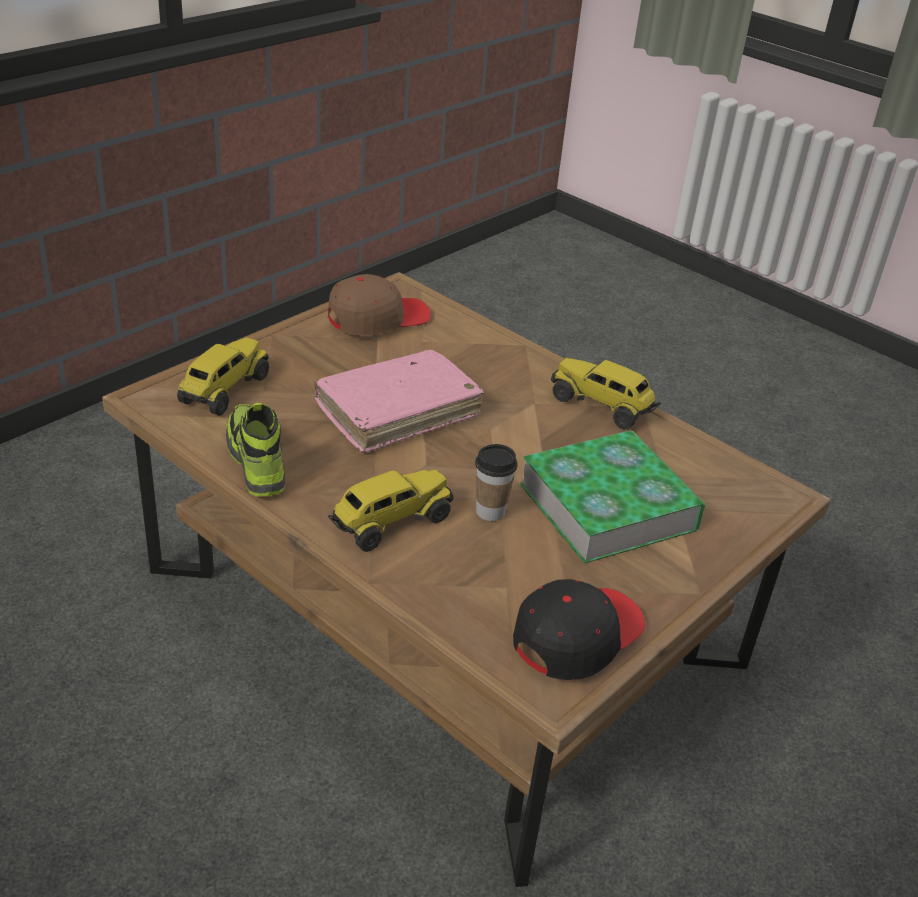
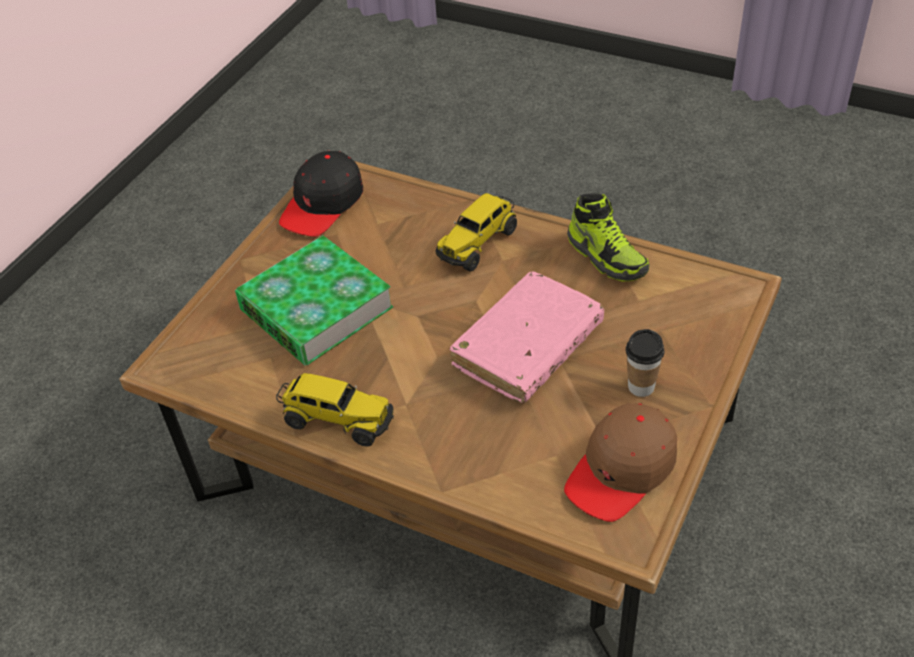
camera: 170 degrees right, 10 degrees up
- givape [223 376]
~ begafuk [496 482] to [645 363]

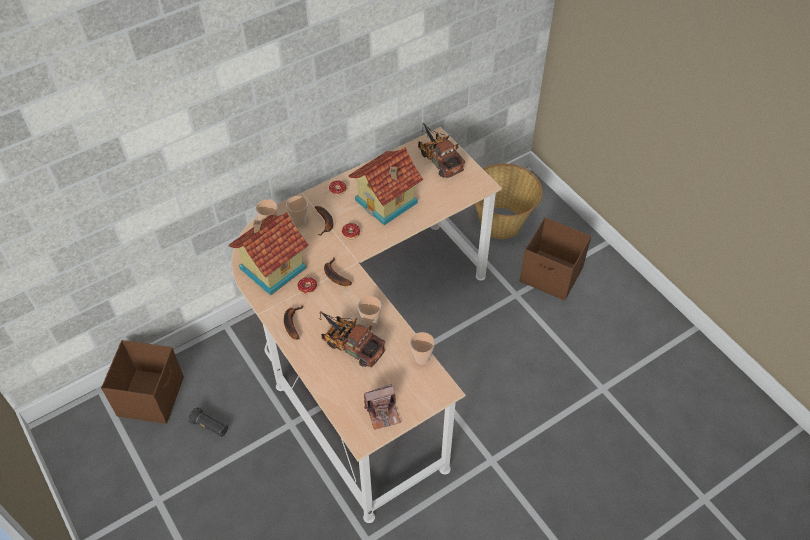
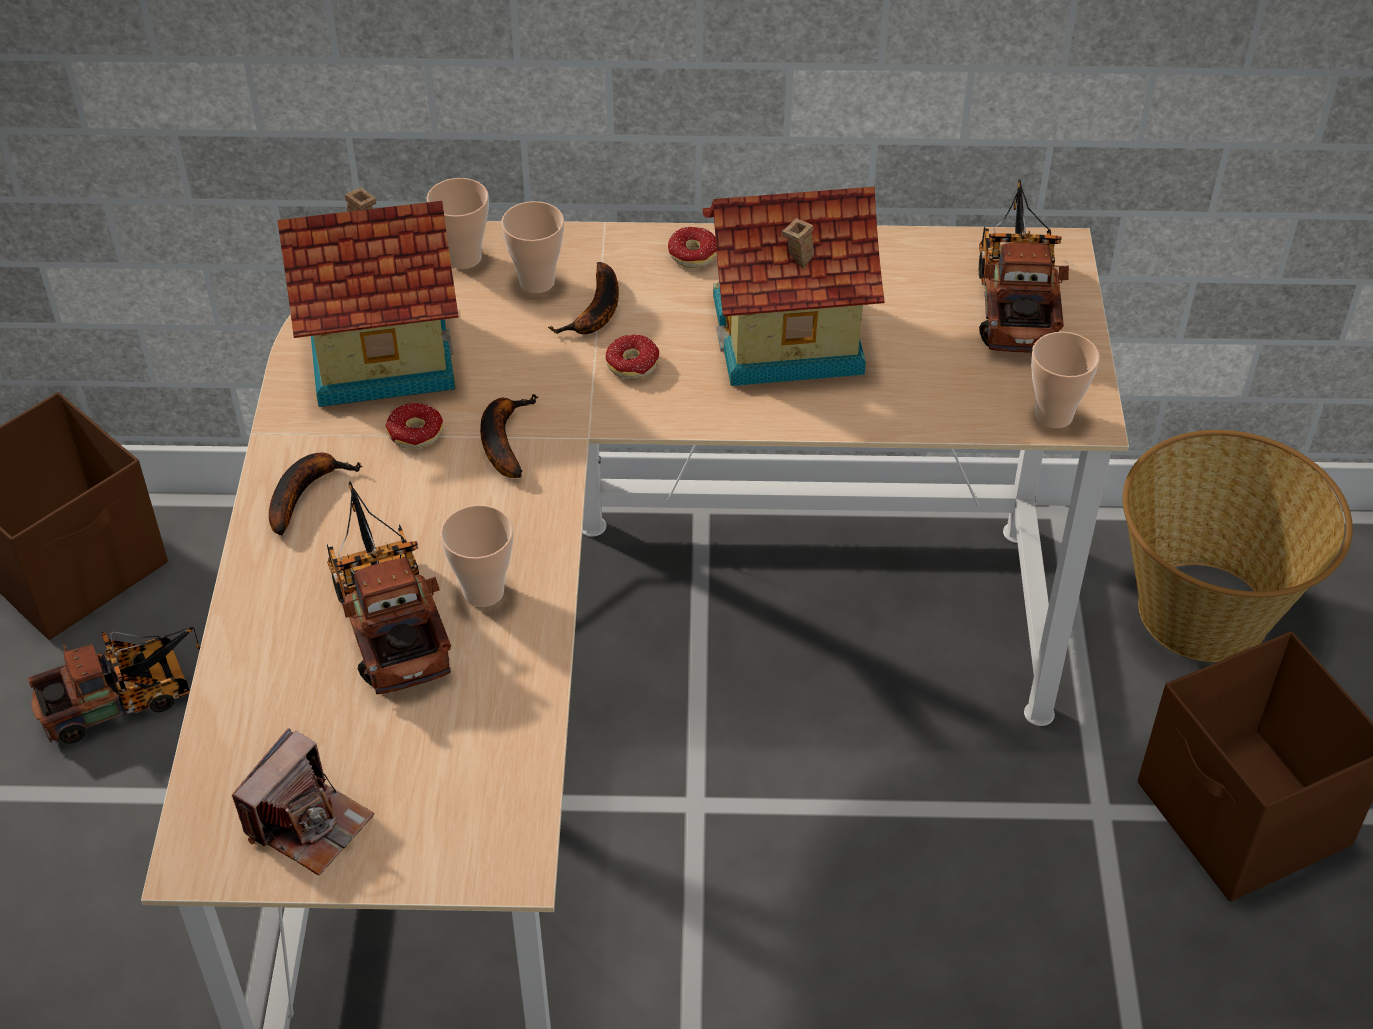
camera: 35 degrees right, 5 degrees down
~ begafuk [422 348] to [1065 380]
~ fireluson [382 407] = [303 801] 75 degrees counterclockwise
~ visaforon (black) [208 422] to givape [114 685]

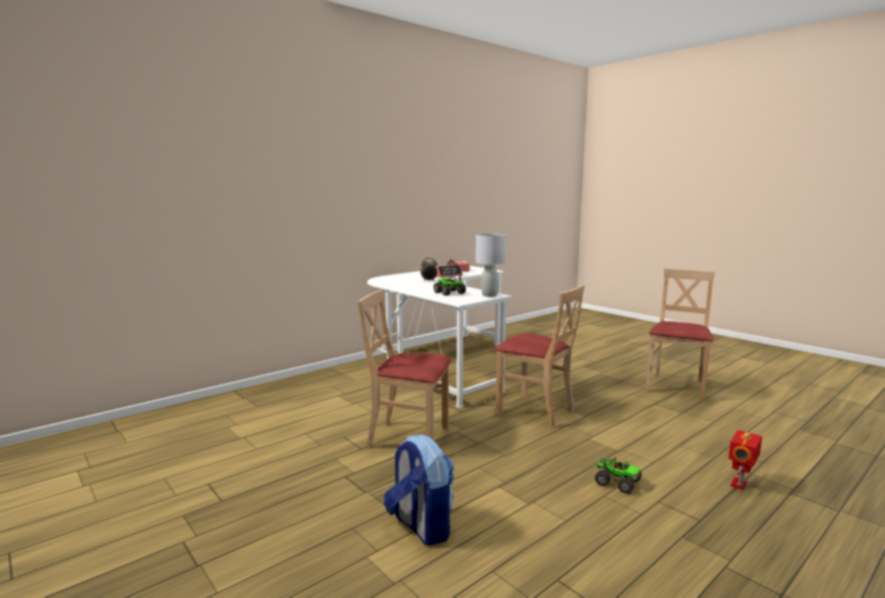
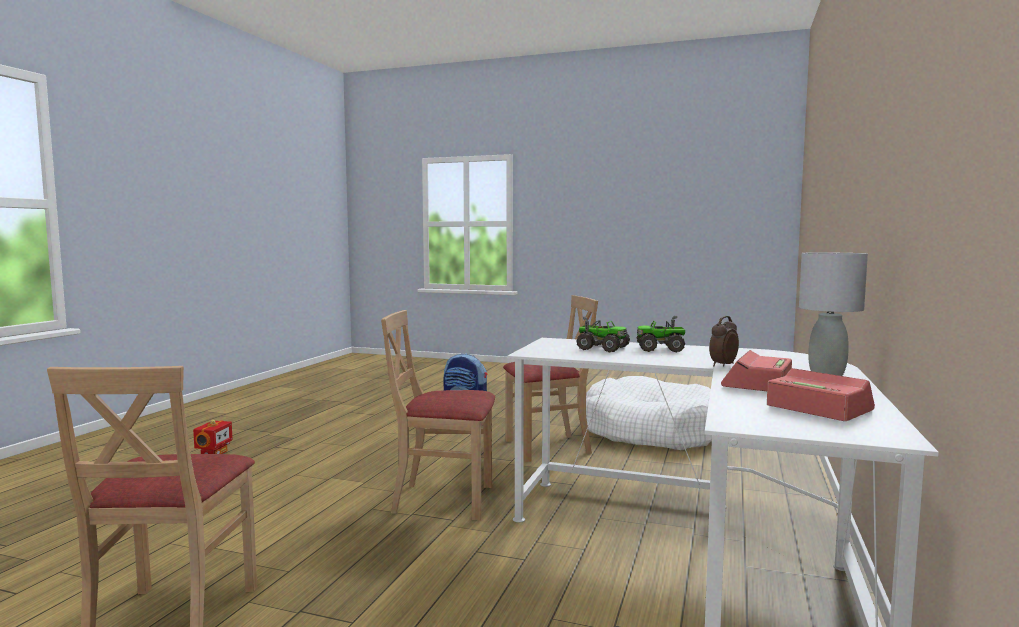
camera: 150 degrees right, 5 degrees down
~ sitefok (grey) [491 265] to [833 314]
~ givape [618 475] to [660 334]
+ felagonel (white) [649 413]

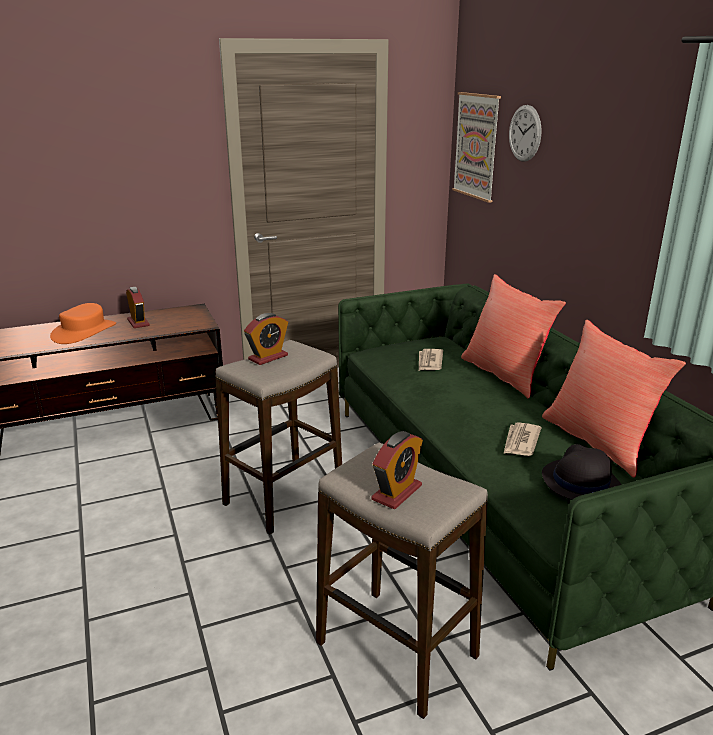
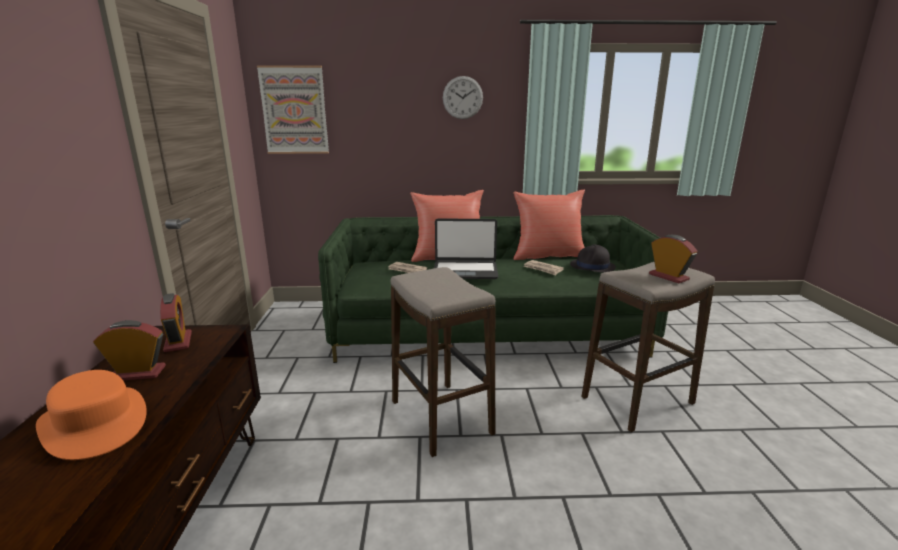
camera: 70 degrees left, 5 degrees down
~ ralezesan [525 133] to [463 97]
~ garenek [266 339] to [176 322]
+ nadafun [466 248]

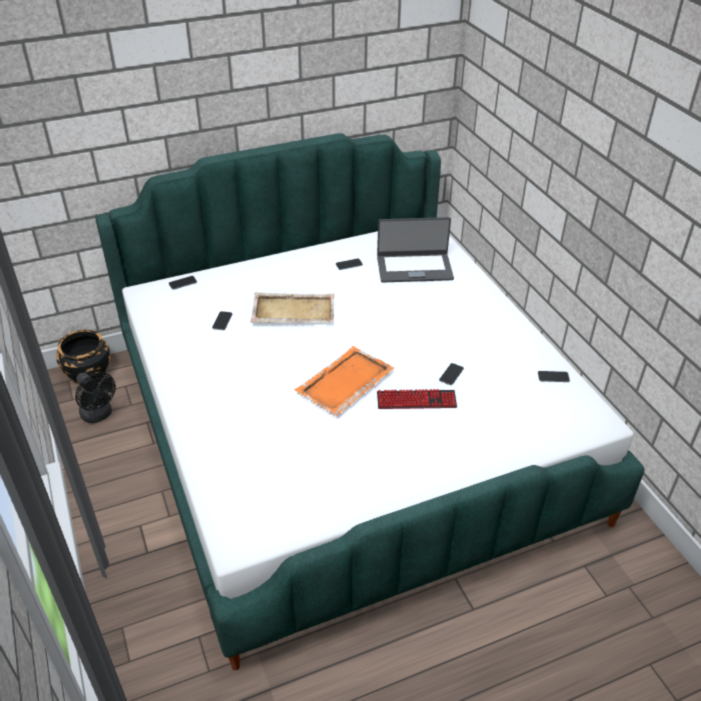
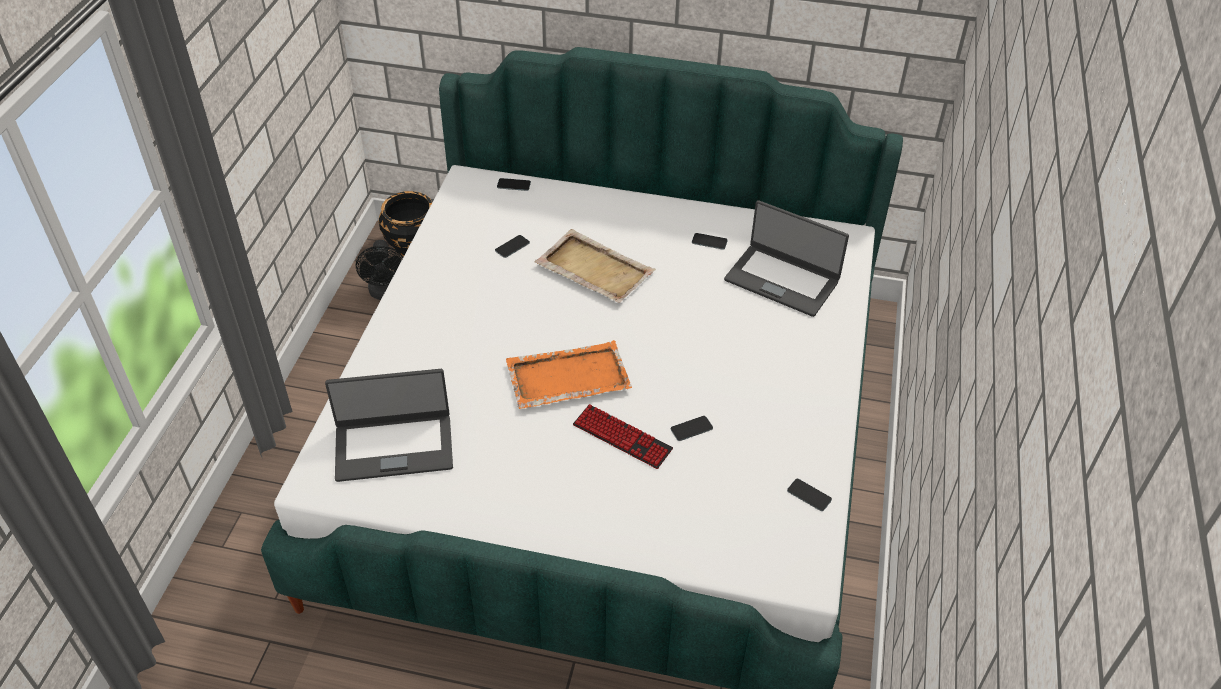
camera: 35 degrees right, 5 degrees up
+ nadafun [389 425]

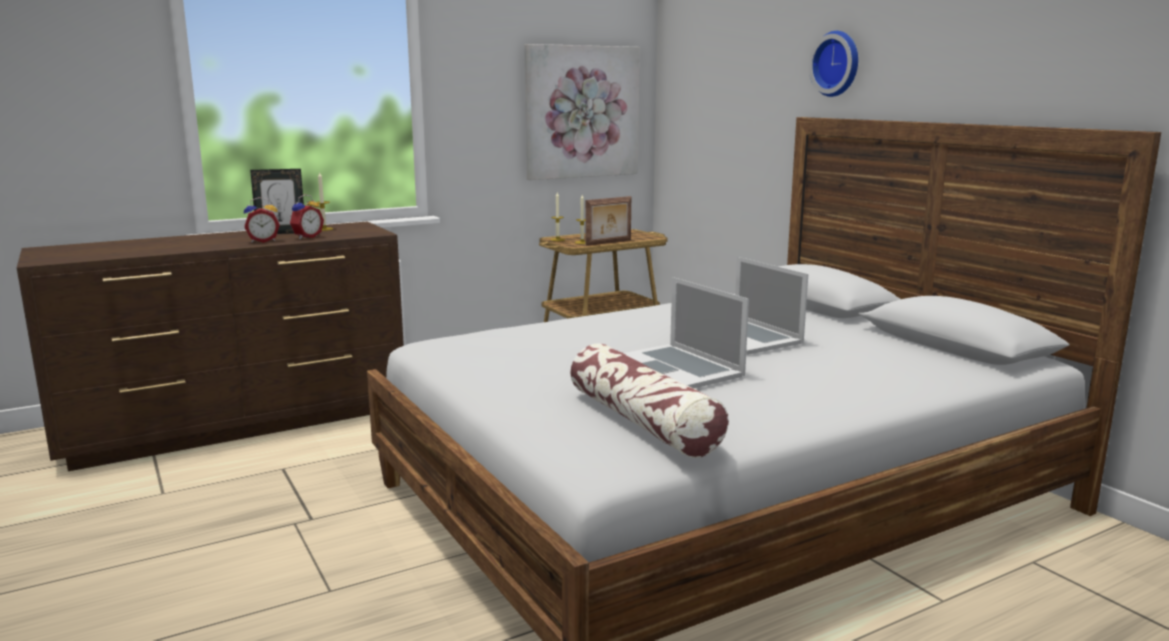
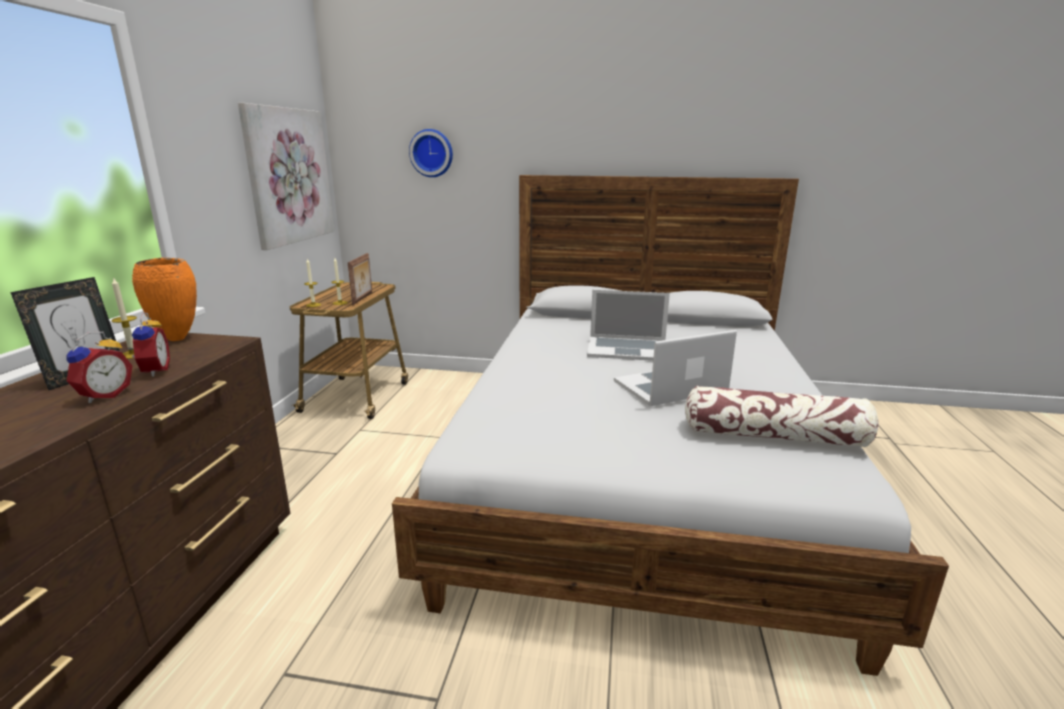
camera: 50 degrees left, 5 degrees up
~ ralezesan [833 64] to [431 153]
~ nadafun [686 332] = [675 368] 150 degrees clockwise
+ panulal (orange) [164 299]

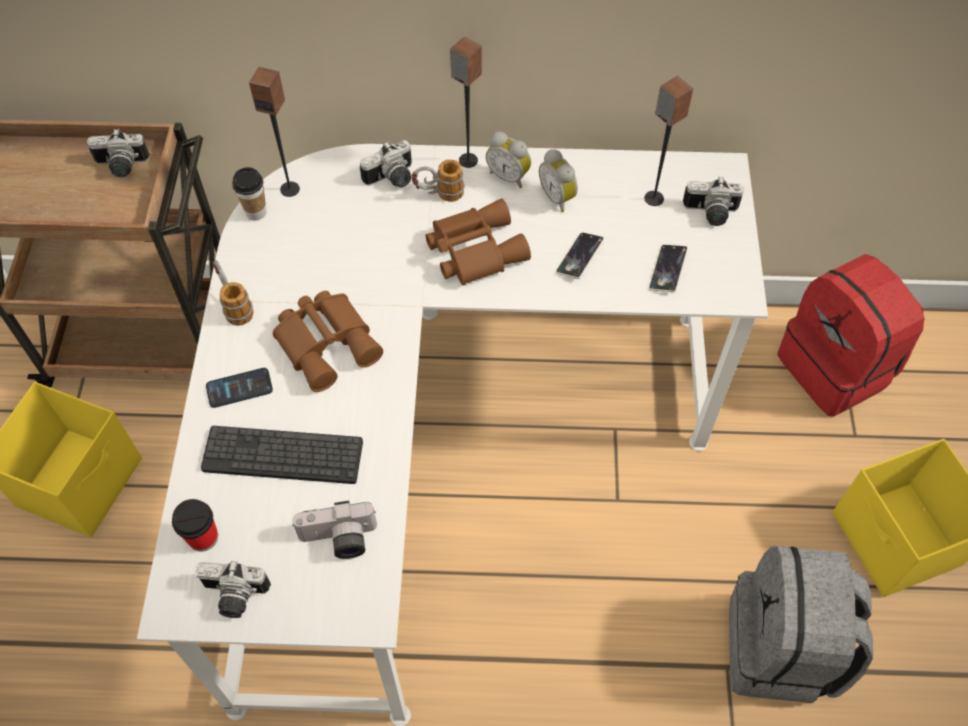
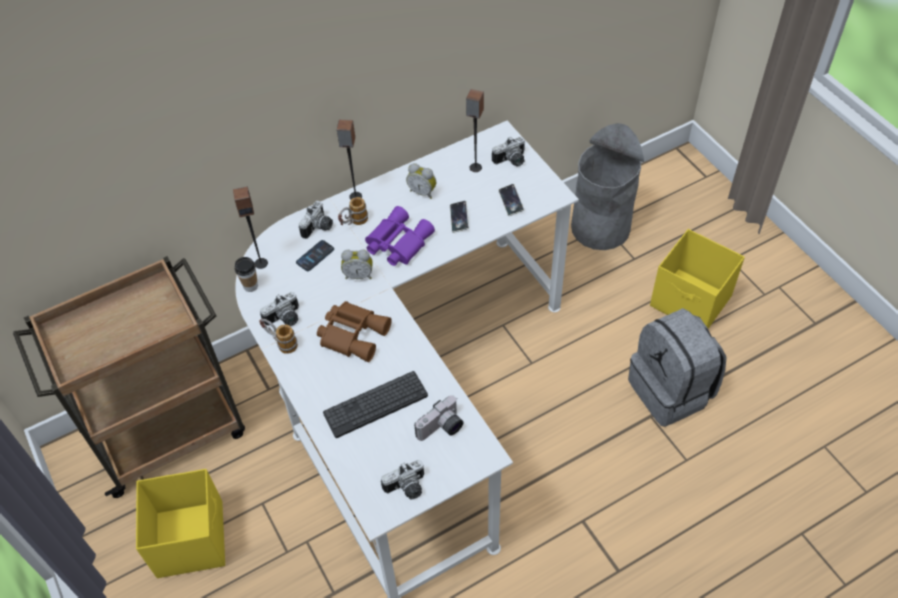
camera: 30 degrees left, 5 degrees down
~ fireluson [118 153] to [279 309]
~ garenek [508 160] to [357 264]
~ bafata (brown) [478 242] to bafata (purple) [400 236]
~ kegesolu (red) [850 335] to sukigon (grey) [607 186]
~ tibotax [239 388] to [315 255]
- begafuk [195 525]

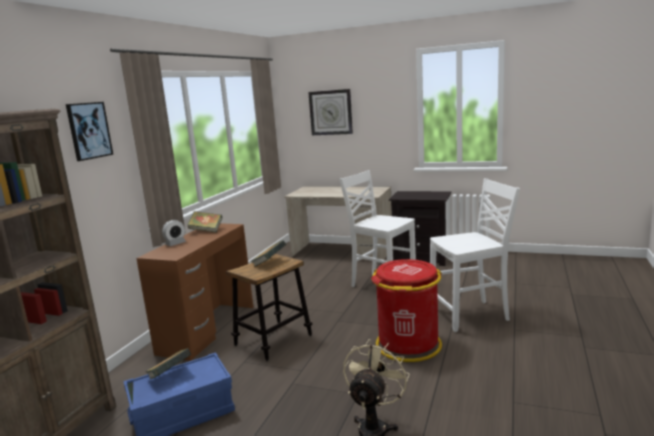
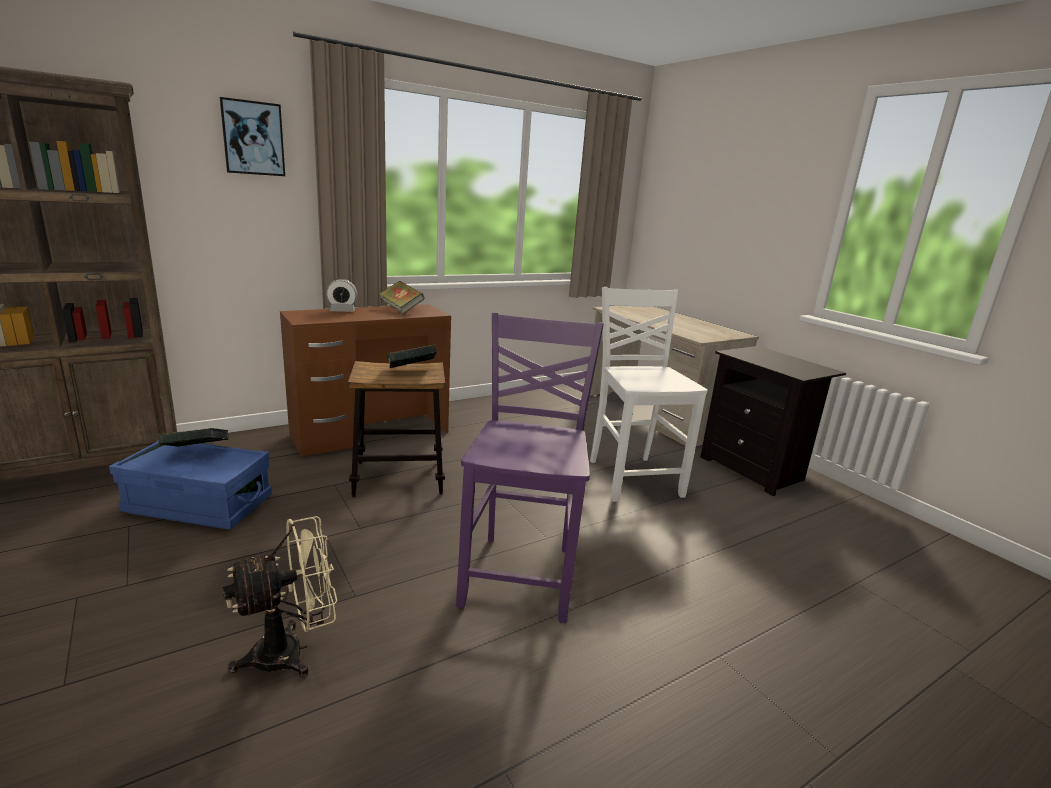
camera: 35 degrees right, 5 degrees up
- ralezesan [330 112]
- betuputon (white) [475 255]
~ sukigon (red) [406 310] to betuputon (purple) [530 468]

